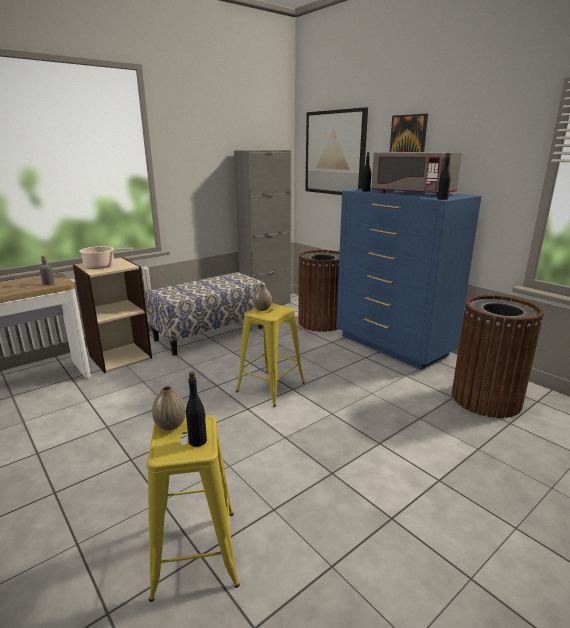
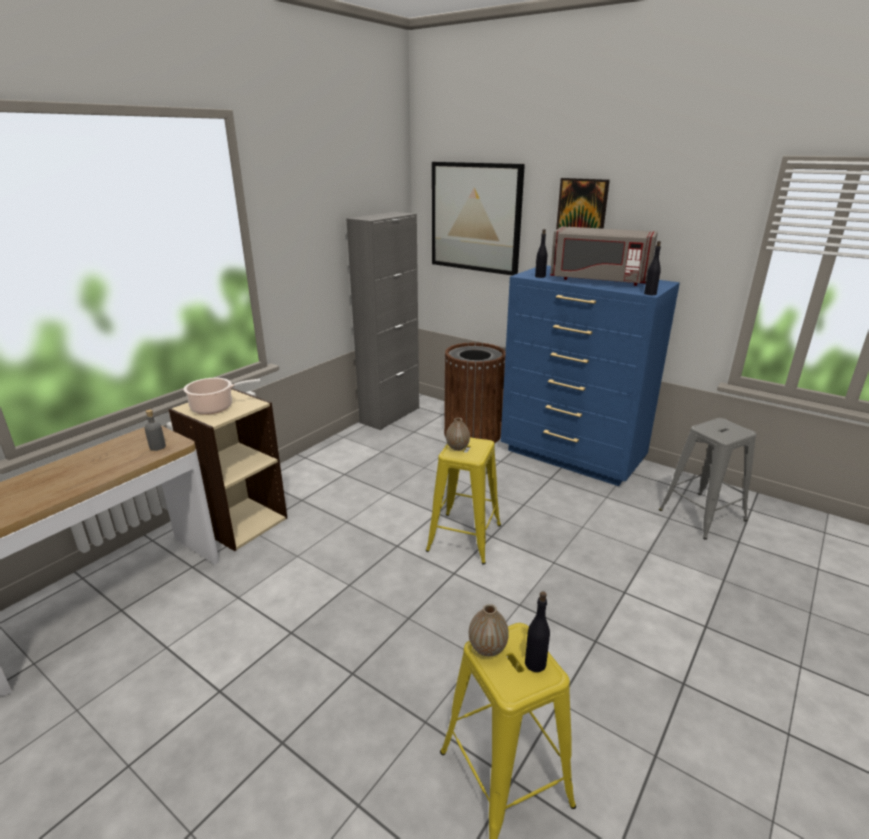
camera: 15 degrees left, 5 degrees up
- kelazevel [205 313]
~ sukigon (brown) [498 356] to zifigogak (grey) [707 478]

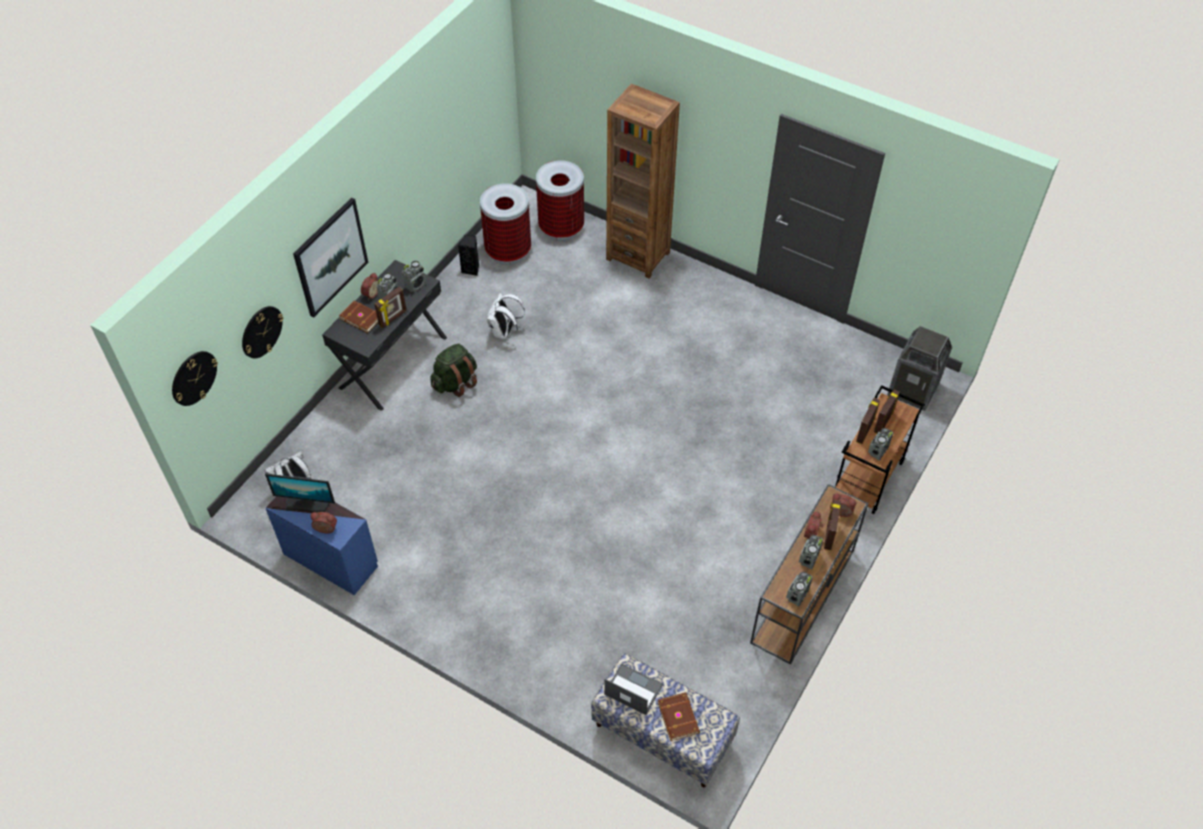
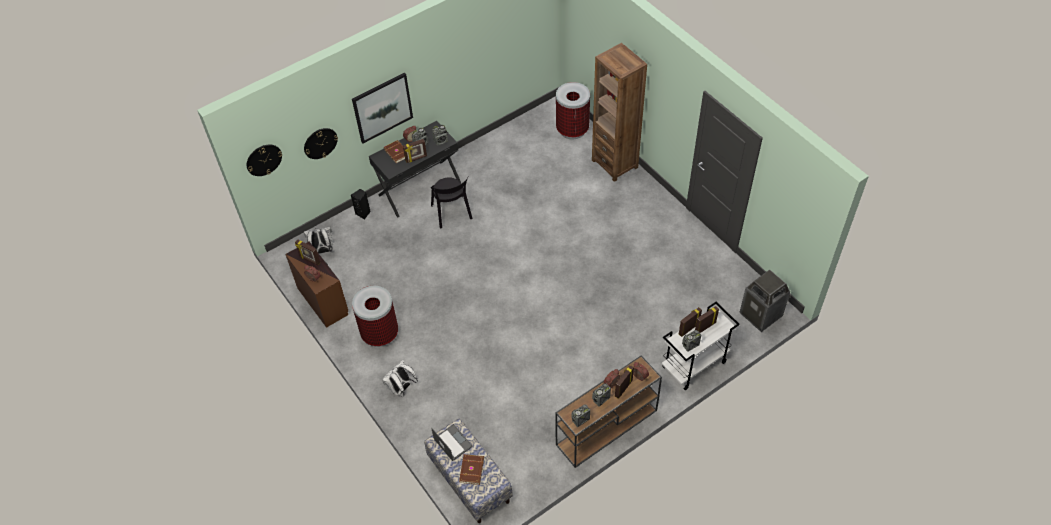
camera: 25 degrees right, 0 degrees up
~ sukigon [505 224] to [375 316]
~ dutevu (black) [468 255] to [361 204]
~ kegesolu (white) [506 316] to [400 378]
~ kegesolu (green) [453 370] to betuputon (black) [452 203]
~ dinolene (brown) [880 449] to dinolene (white) [701 346]
~ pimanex [300 493] to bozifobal [307 252]
~ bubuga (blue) [321 545] to bubuga (brown) [316 285]

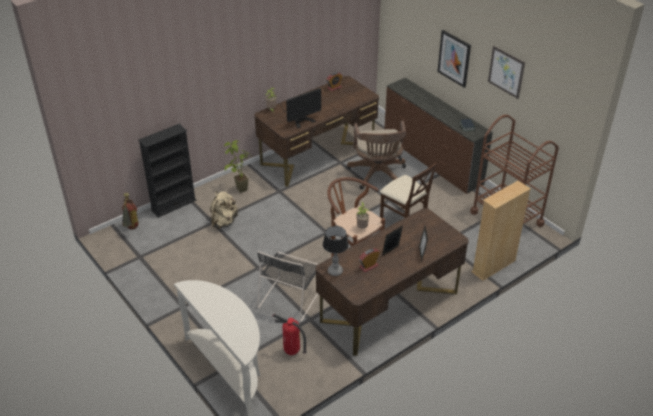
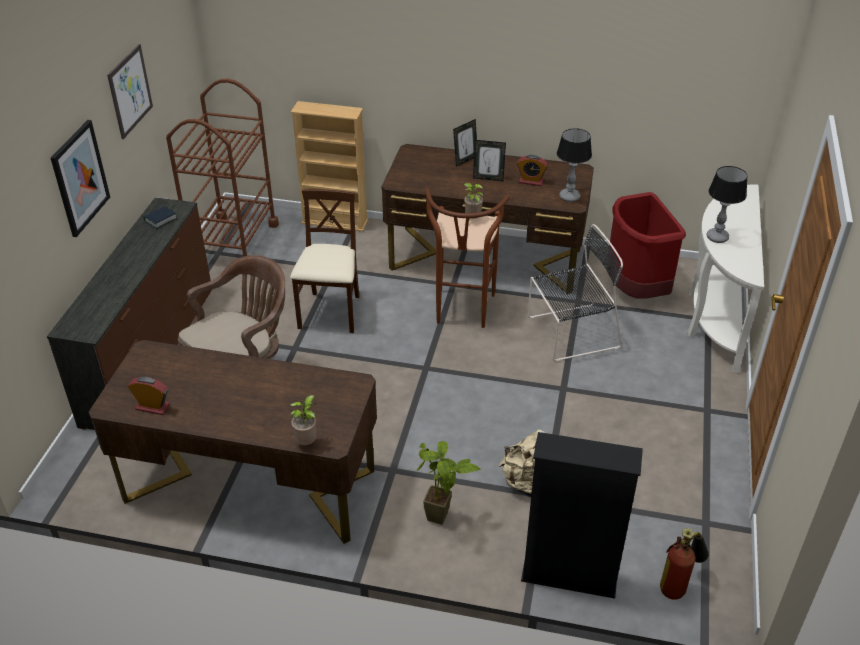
camera: 130 degrees left, 0 degrees up
- pimanex [300 108]
~ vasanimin [290 334] to sukigon (red) [646 245]
+ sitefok [727 204]

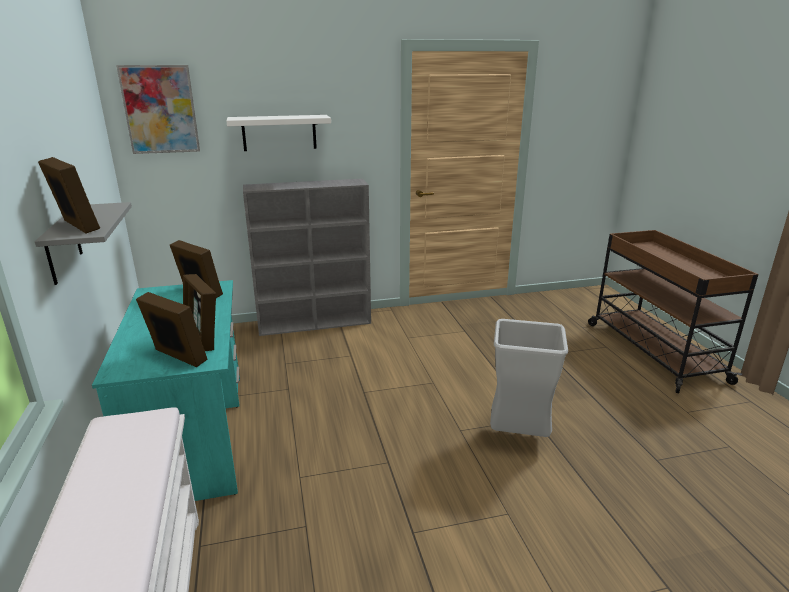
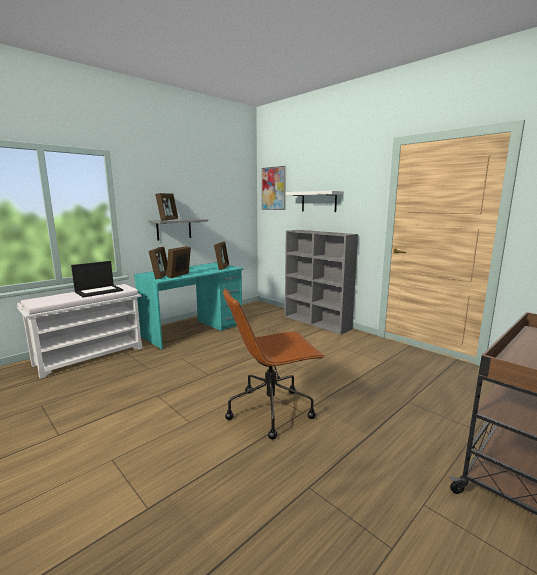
camera: 60 degrees right, 10 degrees down
~ sukigon (grey) [529 378] to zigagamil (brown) [274 364]
+ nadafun [97 279]

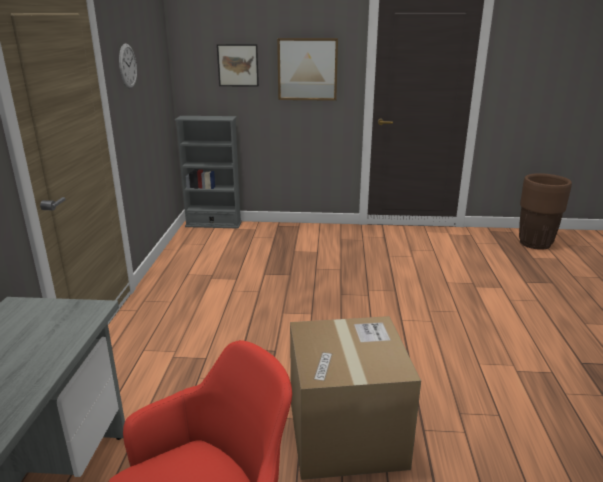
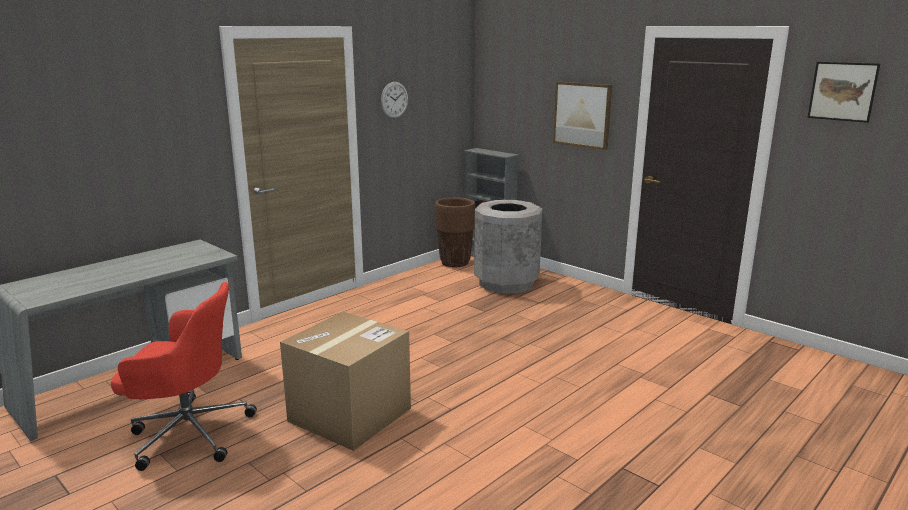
camera: 40 degrees right, 5 degrees down
~ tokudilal [238 65] to [843 92]
~ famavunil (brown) [545 211] to [455 232]
+ sukigon (grey) [508 247]

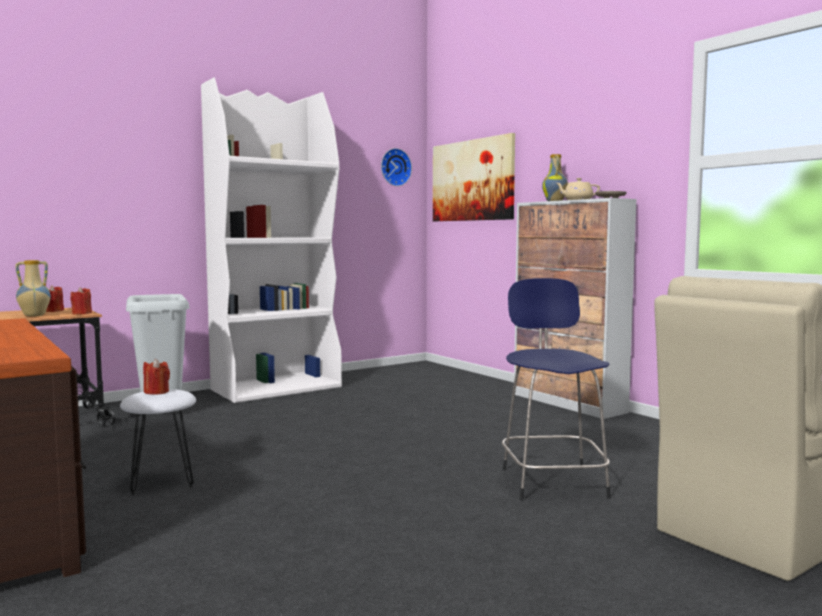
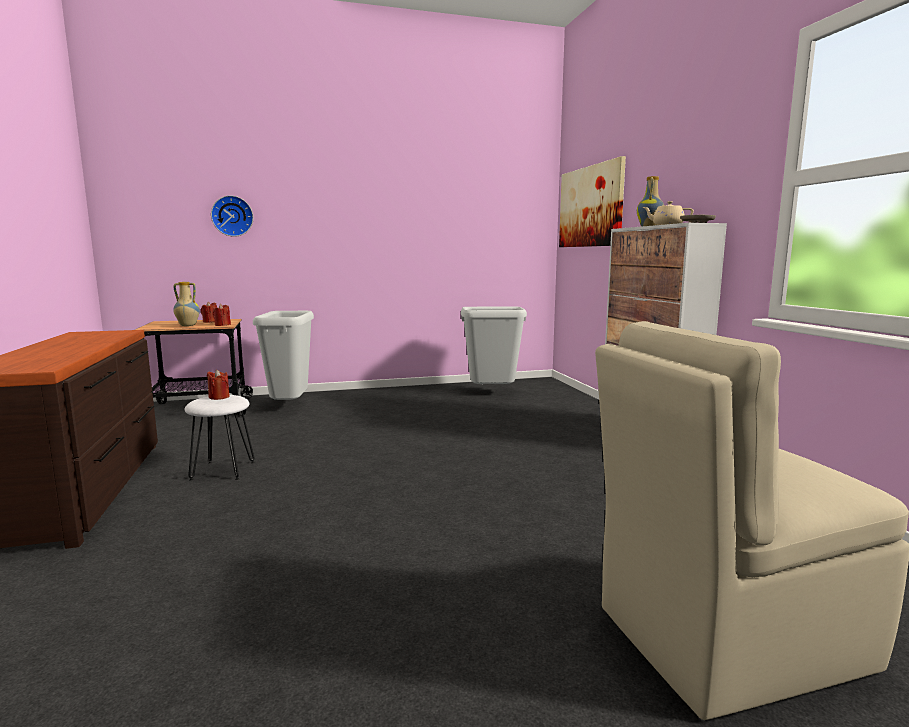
camera: 20 degrees right, 5 degrees up
- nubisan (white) [271 240]
~ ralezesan [396 167] to [232 216]
- zifigogak (blue) [556 389]
+ sukigon (grey) [494 345]

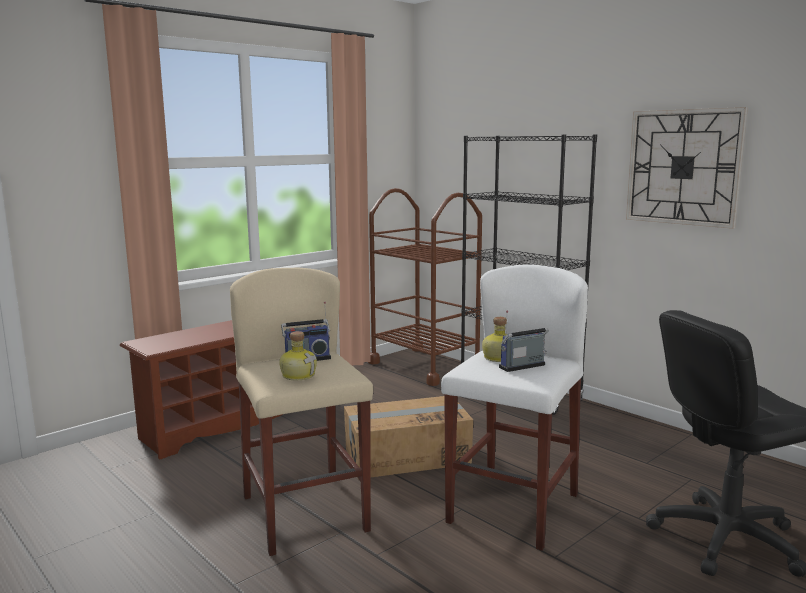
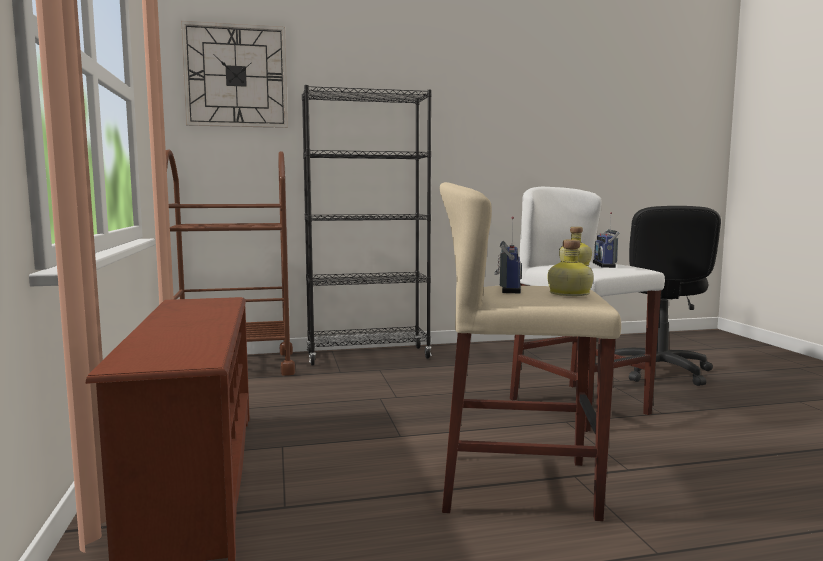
camera: 60 degrees left, 5 degrees down
~ ralezesan [687 168] to [234 74]
- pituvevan [408 436]

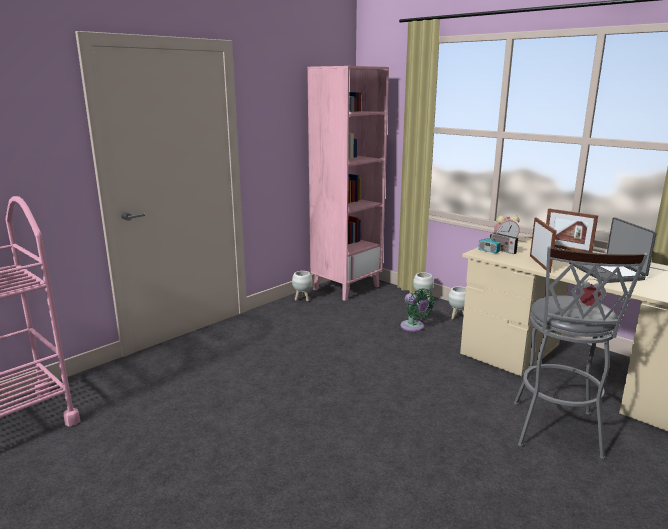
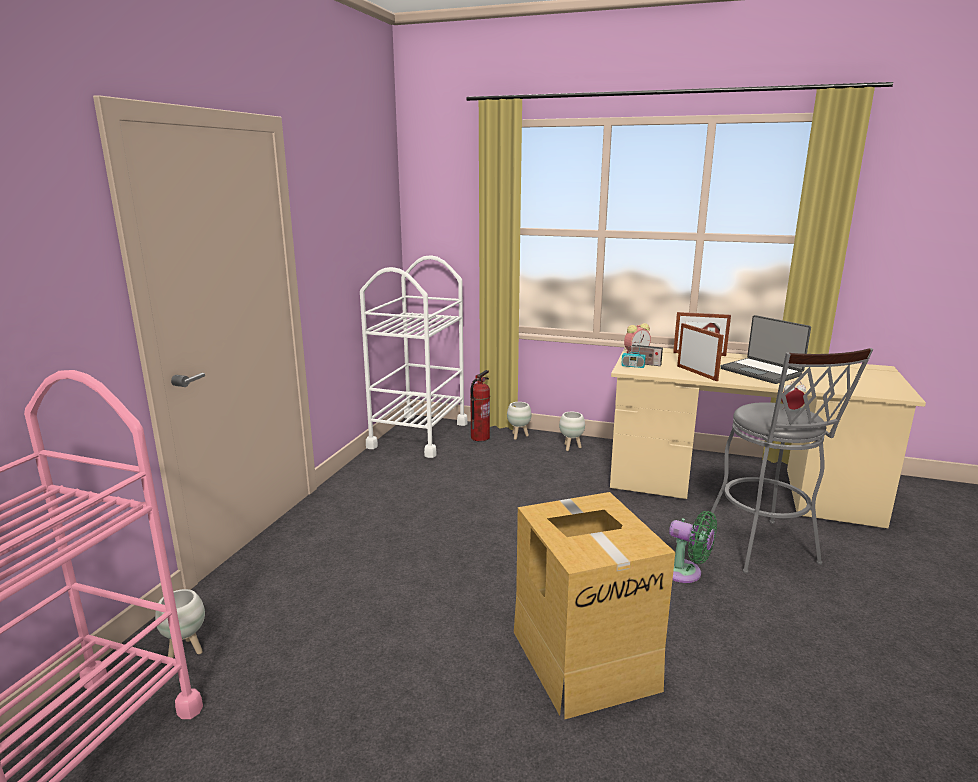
camera: 25 degrees left, 0 degrees up
~ nubisan (pink) [348 183] to dinolene (white) [414 356]
~ famavunil (white) [302 286] to [180 623]
~ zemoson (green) [417 310] to [693 547]
+ vasanimin [480 405]
+ pituvevan [594 605]

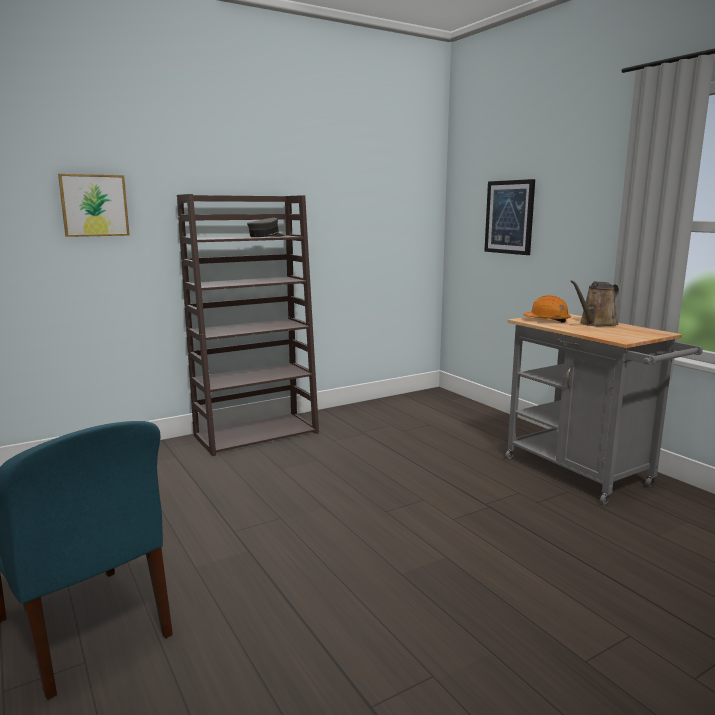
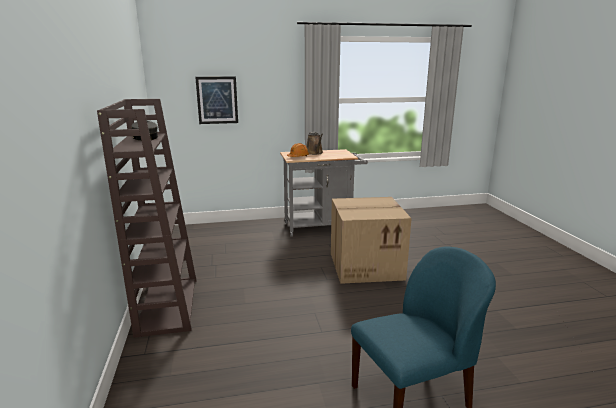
camera: 70 degrees left, 5 degrees up
- tokudilal [94 205]
+ pituvevan [371 240]

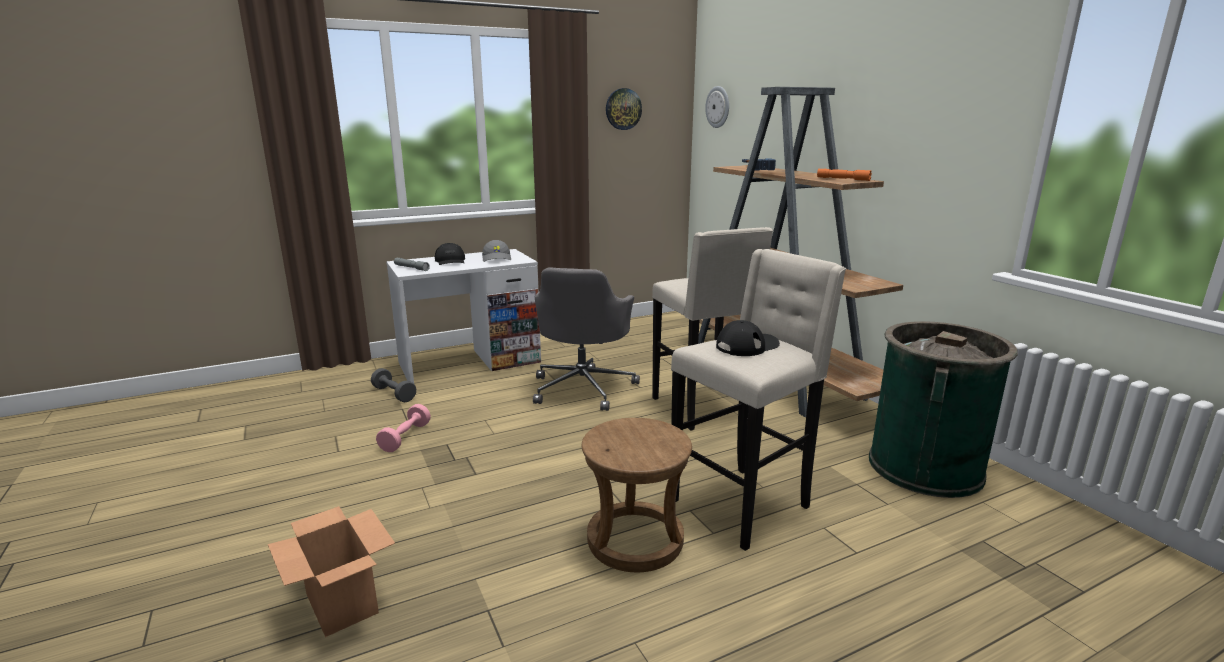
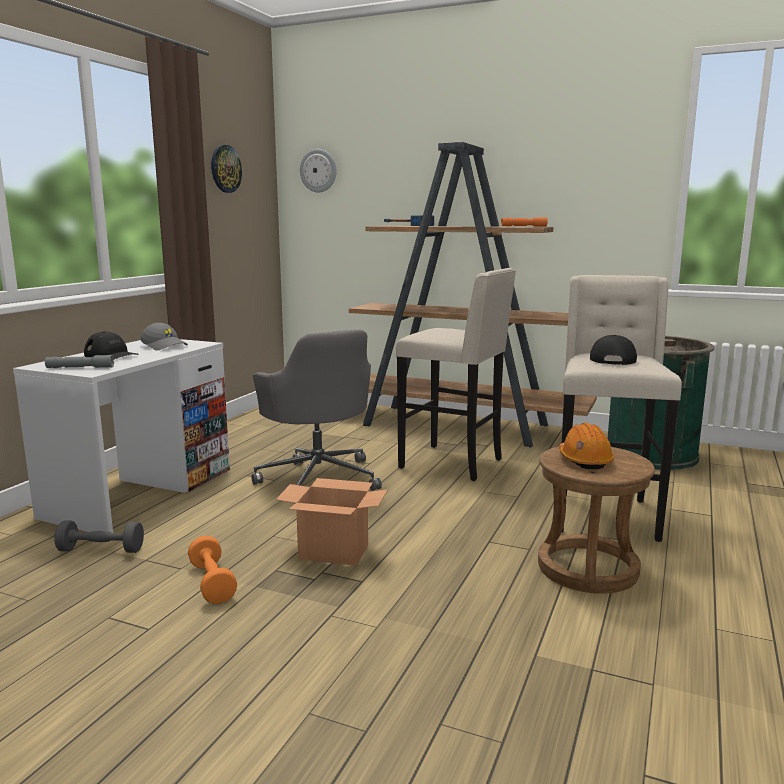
camera: 40 degrees left, 5 degrees down
~ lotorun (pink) [403 428] to lotorun (orange) [212 570]
~ pituvevan [331 571] to [332 522]
+ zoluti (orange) [586 446]

